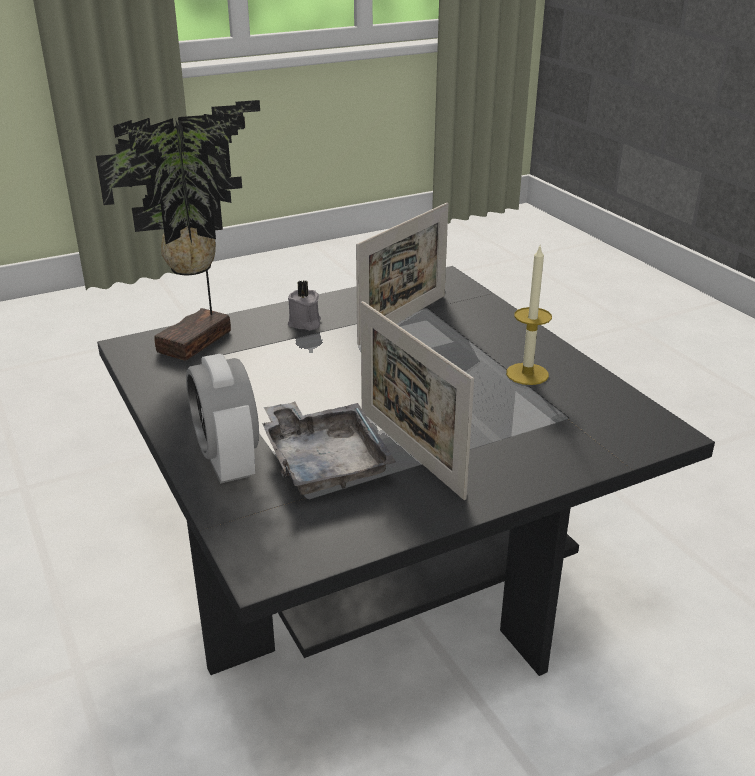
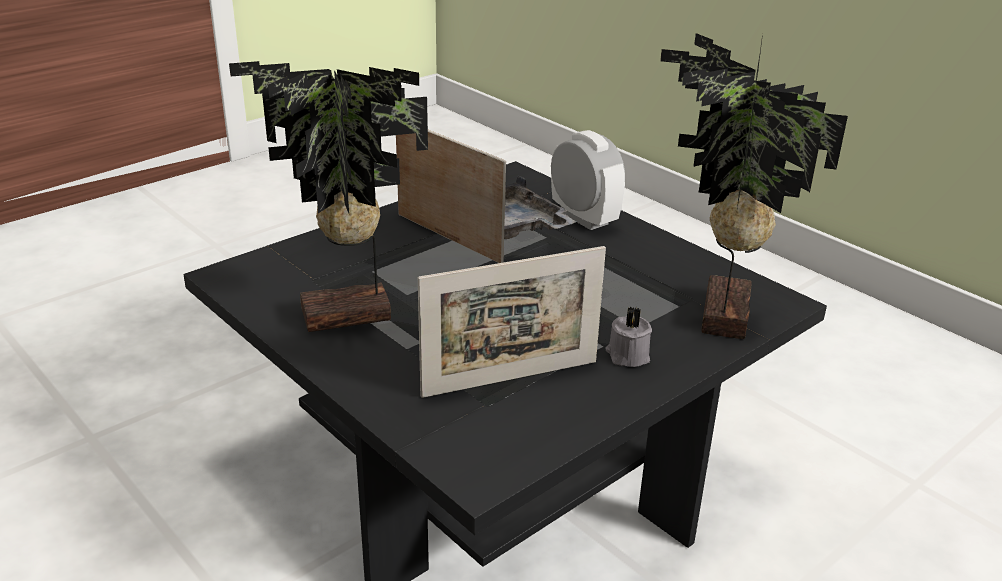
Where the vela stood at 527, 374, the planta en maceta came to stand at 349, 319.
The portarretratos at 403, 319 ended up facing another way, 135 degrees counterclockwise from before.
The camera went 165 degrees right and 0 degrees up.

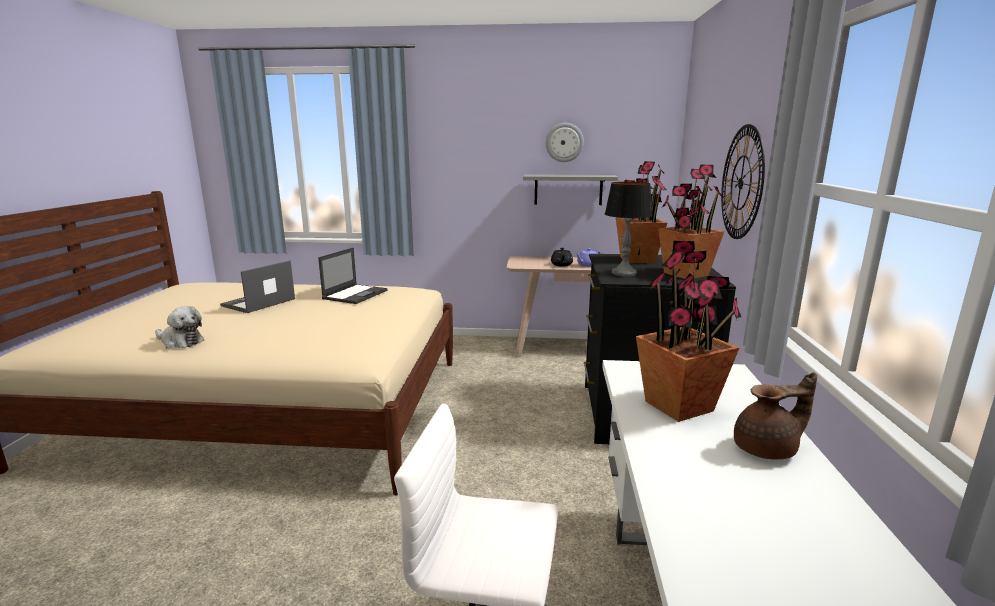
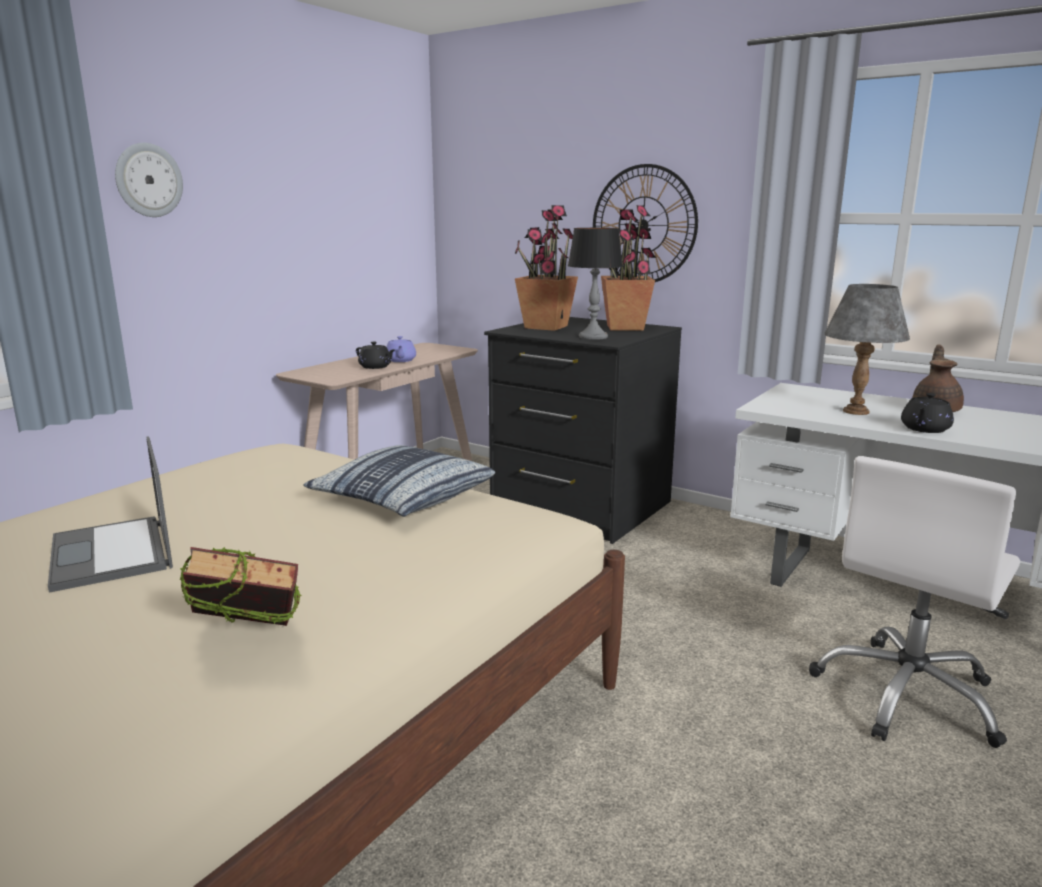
The second view lost the portátil at 355, 294.
The second view lost the estante [gris] at 568, 189.
The second view gained the cojín at 402, 498.
The second view gained the tetera [negro] at 924, 429.
The reloj de pared ended up elsewhere, having gone from 564, 142 to 148, 180.
Where the peluche stood at 180, 342, the libro came to stand at 249, 647.
Where the planta en maceta stood at 680, 406, the lámpara de mesa [gris] came to stand at 855, 411.
The camera went 60 degrees left and 0 degrees up.

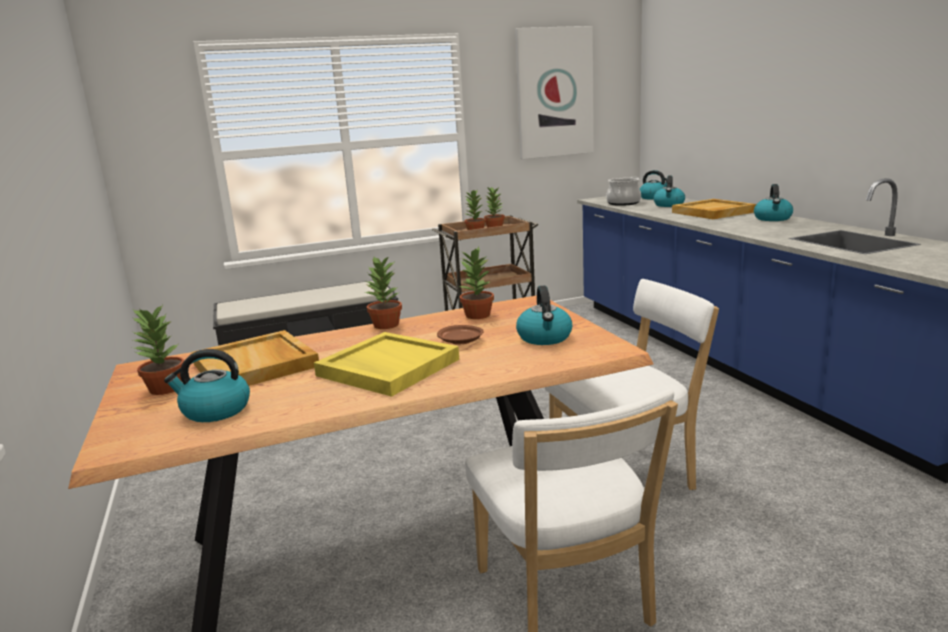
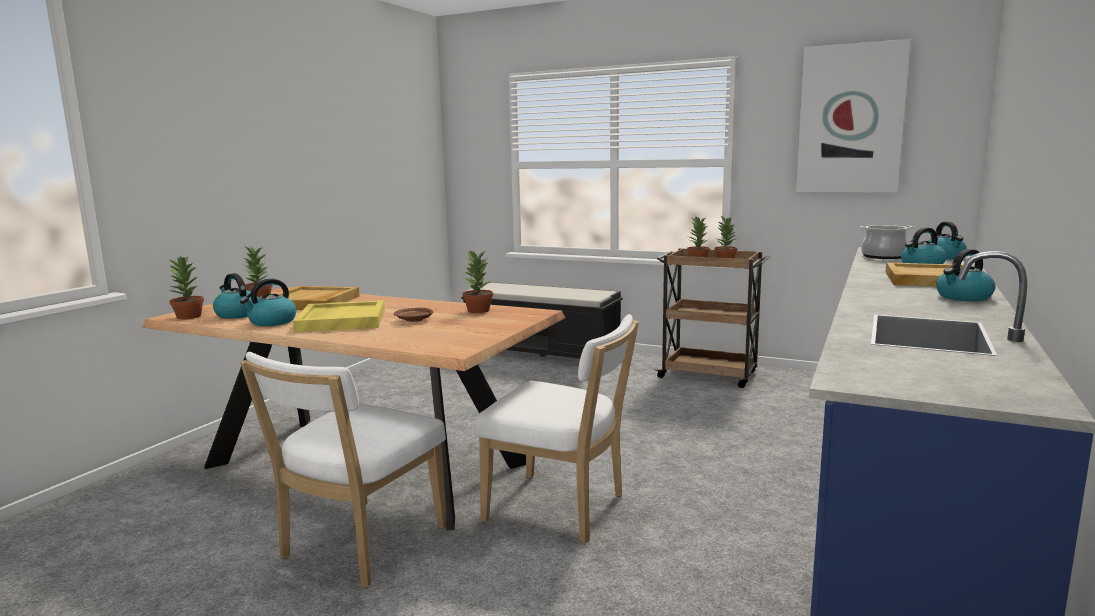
The planta en maceta ended up elsewhere, having gone from 386, 325 to 188, 317.
The hervidor ended up elsewhere, having gone from 545, 338 to 272, 322.
The camera went 45 degrees right and 5 degrees down.

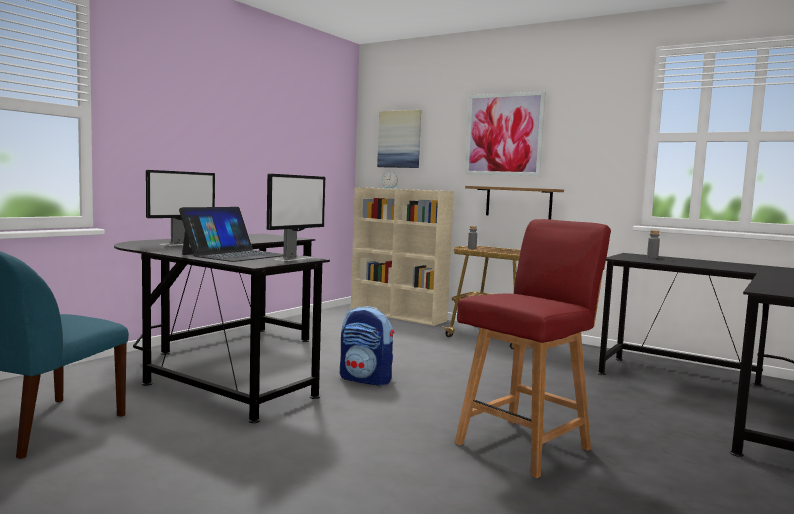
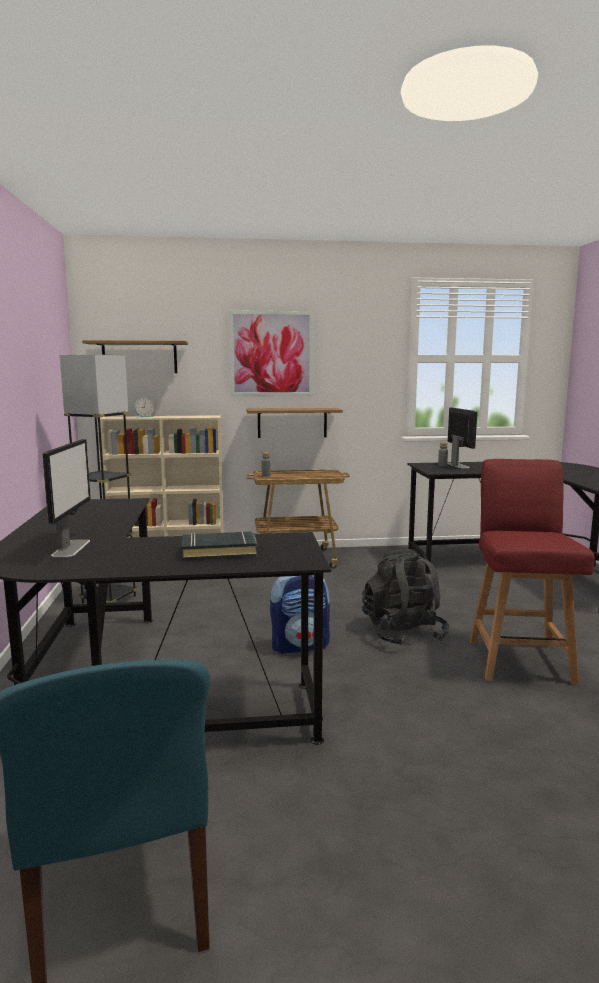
The second view gained the lámpara de pie [gris] at 109, 599.
The second view gained the mochila [negro] at 403, 633.
The monitor ended up elsewhere, having gone from 294, 258 to 458, 465.
Where the portátil stood at 235, 255, the libro [negro] came to stand at 219, 551.
Where the cuadro hung at 399, 139, the estante came to hang at 139, 357.
The camera went 40 degrees left and 5 degrees up.

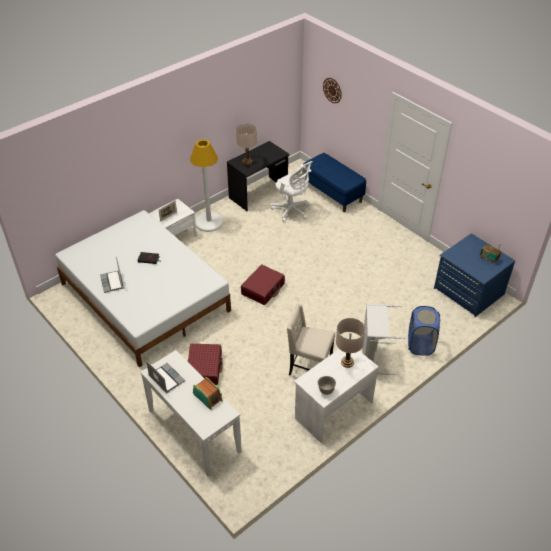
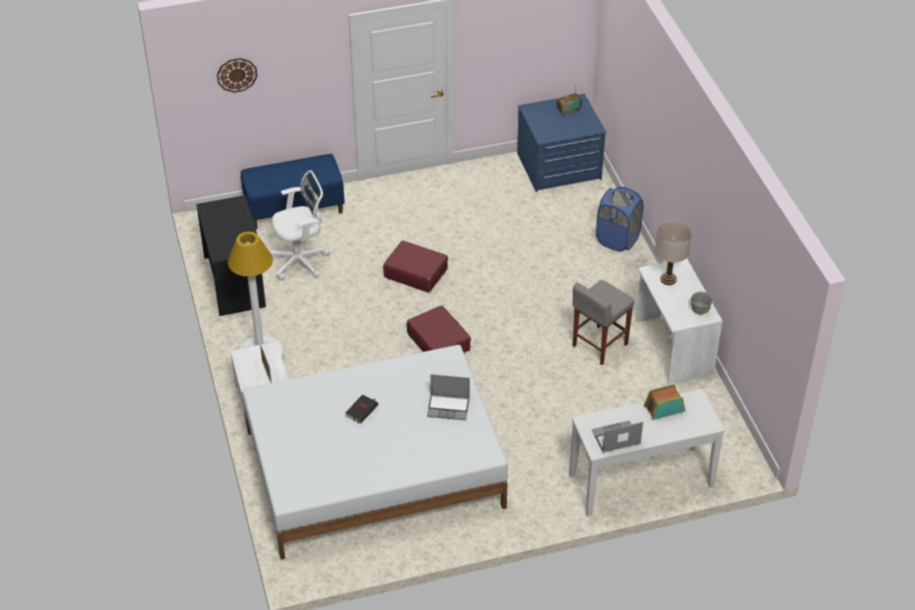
The second view lost the lámpara de mesa [beis] at 247, 162.
The second view lost the cesto de la ropa [gris] at 373, 357.
The portátil ended up elsewhere, having gone from 112, 282 to 449, 407.
The maleta [rojo] ended up elsewhere, having gone from 204, 368 to 415, 273.
Where the silla [beis] stood at 309, 368, the taburete [gris] came to stand at 599, 345.
The camera went 65 degrees left and 0 degrees up.

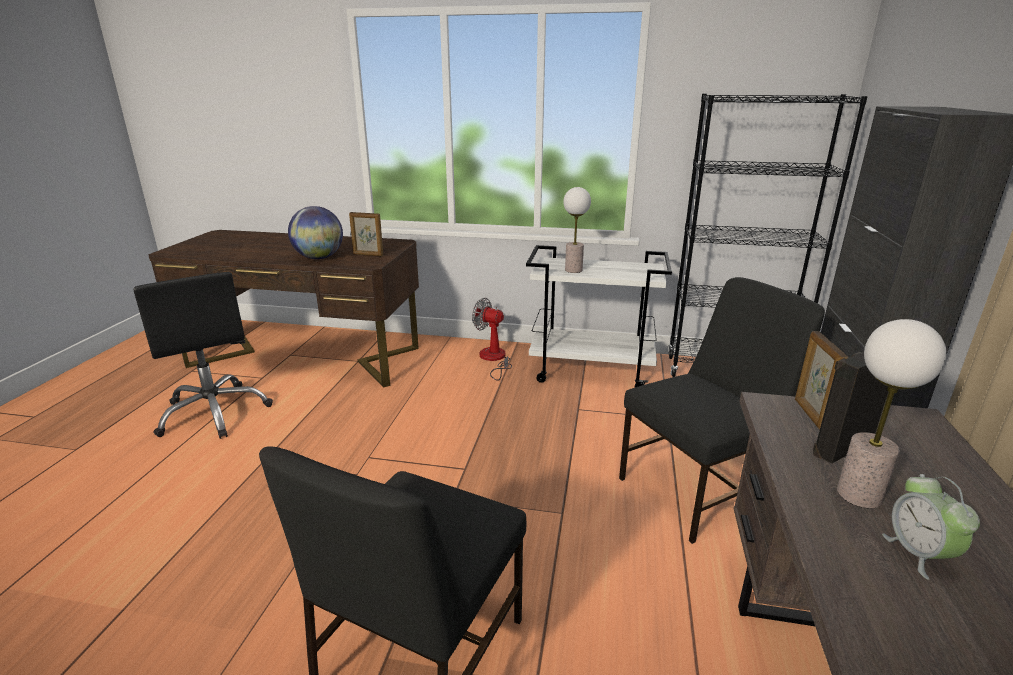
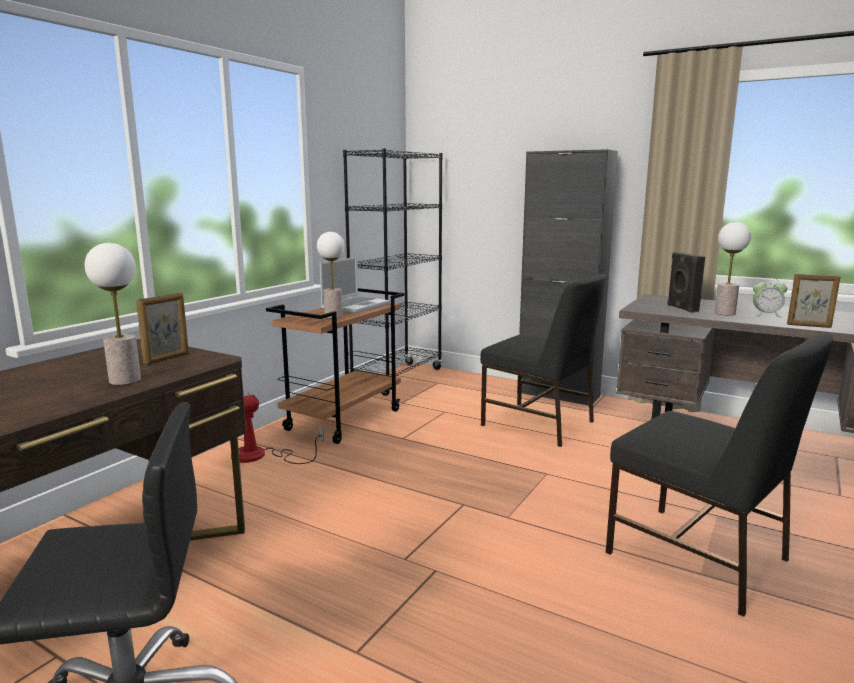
The second view gained the portátil at 355, 306.
The portarretratos ended up elsewhere, having gone from 810, 414 to 809, 326.
Where the globo terráqueo stood at 319, 258, the lámpara de mesa came to stand at 125, 380.
What was the carrito [blanco] at 592, 372 turned into the carrito [marrón] at 344, 419.
The silla [negro] at 700, 490 ended up facing another way, 135 degrees clockwise from before.
The camera went 70 degrees left and 10 degrees down.

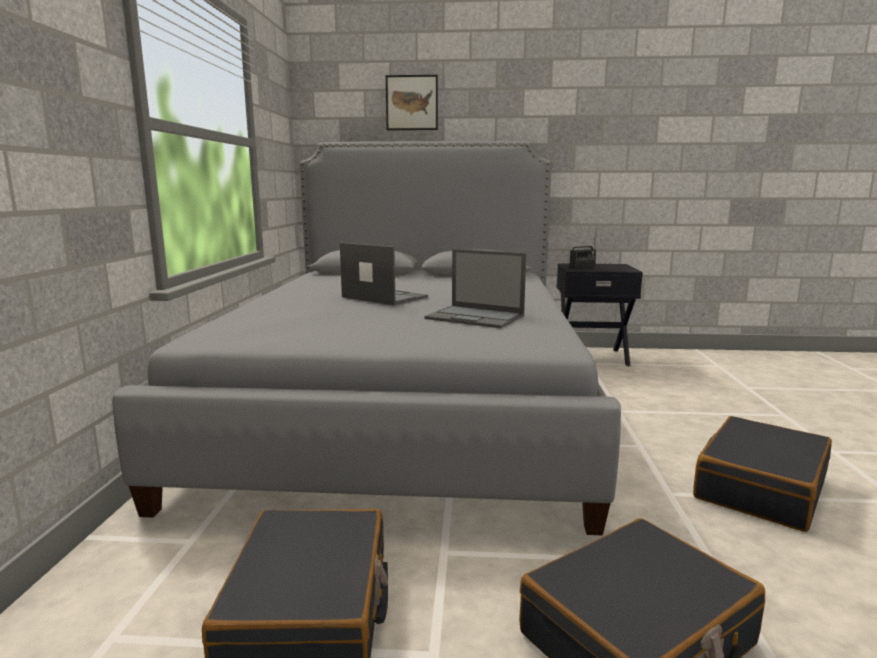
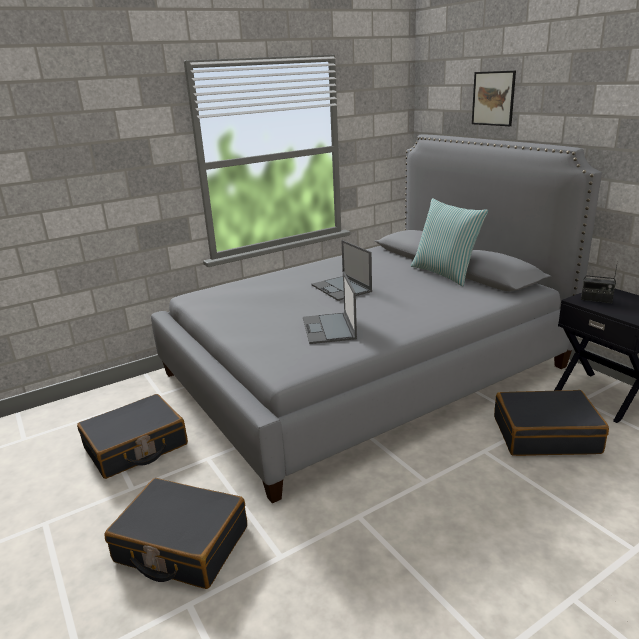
The second view gained the cojín at 445, 273.
The maleta [negro] ended up elsewhere, having gone from 759, 488 to 545, 434.
The portátil at 383, 297 ended up facing another way, 150 degrees clockwise from before.
The camera went 55 degrees right and 10 degrees up.

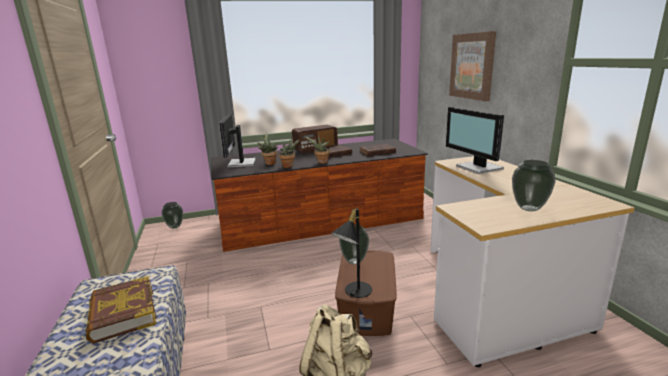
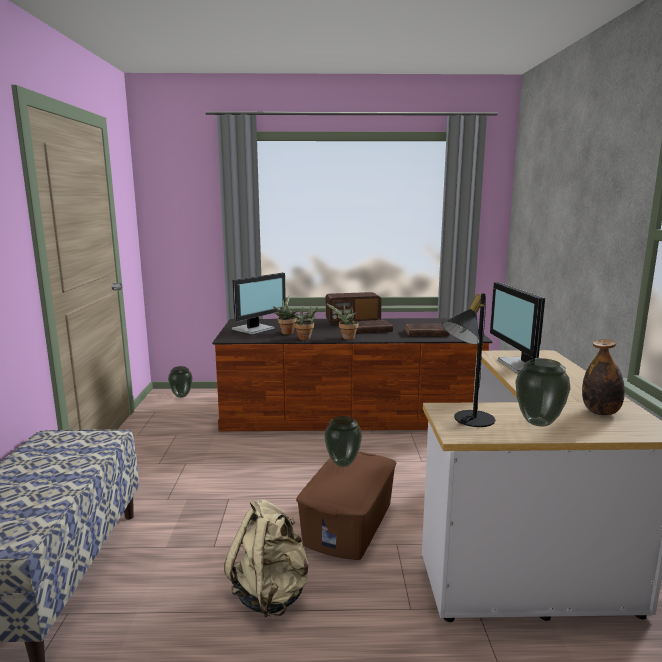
The second view lost the libro at 122, 314.
The second view lost the cuadro at 472, 66.
The second view gained the botella at 600, 412.
The lámpara de mesa [negro] ended up elsewhere, having gone from 353, 291 to 467, 419.
The monitor at 240, 163 ended up facing another way, 150 degrees counterclockwise from before.
The camera went 15 degrees right and 5 degrees down.

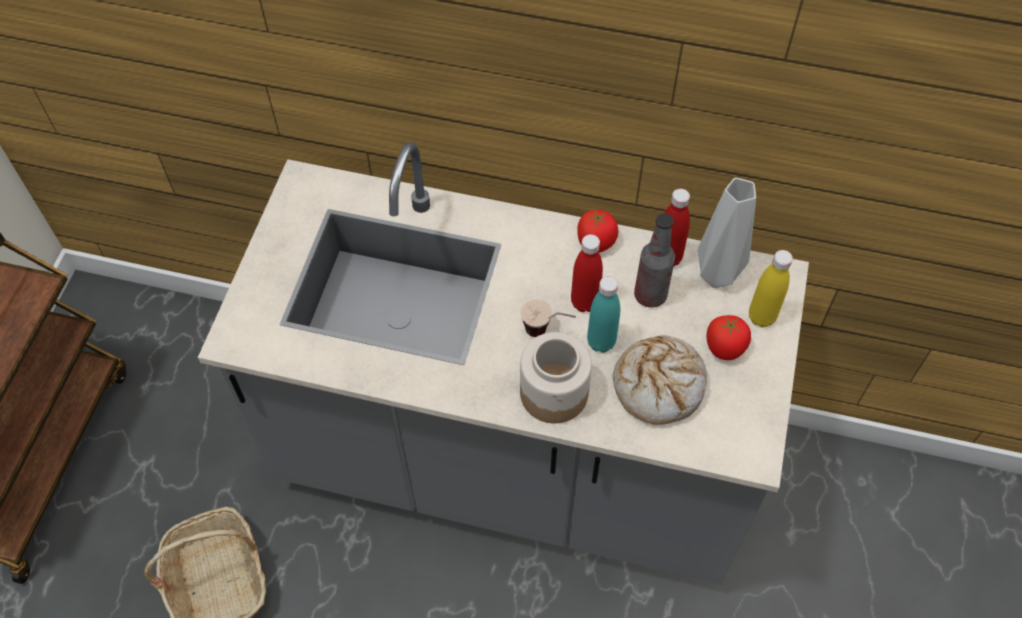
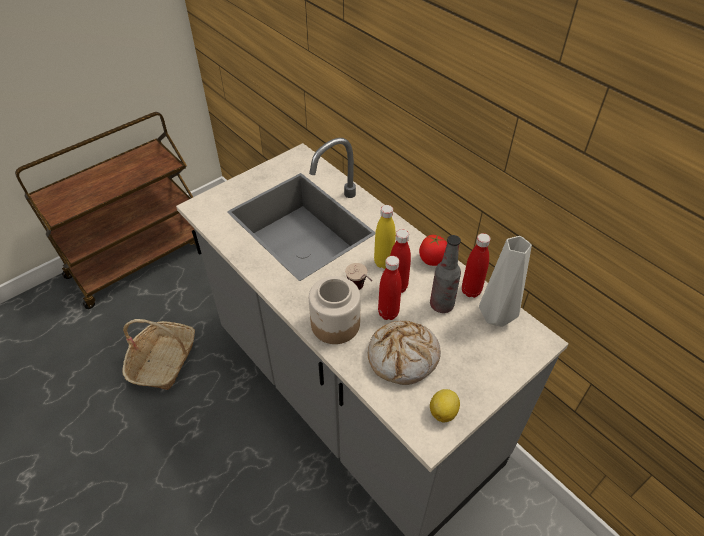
The second view lost the tomate at 725, 347.
The second view gained the limón at 443, 411.
The botella [amarillo] ended up elsewhere, having gone from 761, 317 to 383, 262.
What was the botella [turquesa] at 601, 342 turned into the botella [rojo] at 388, 313.
The camera went 35 degrees right and 10 degrees down.

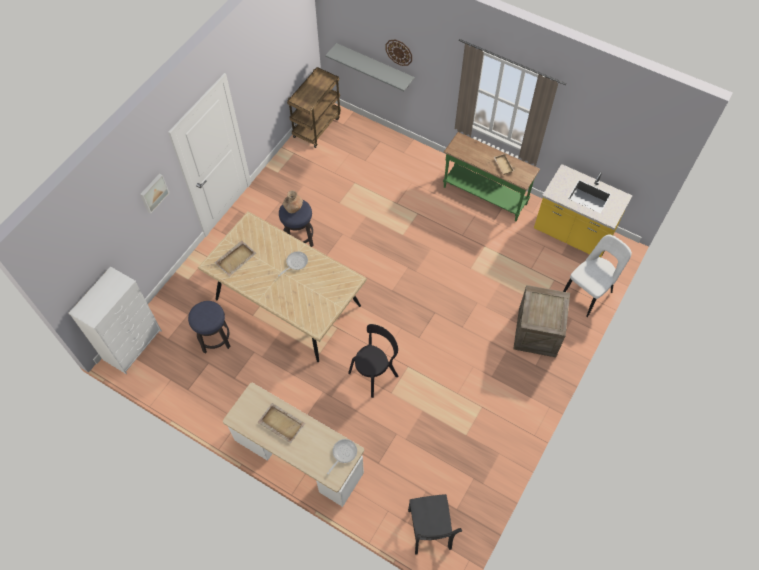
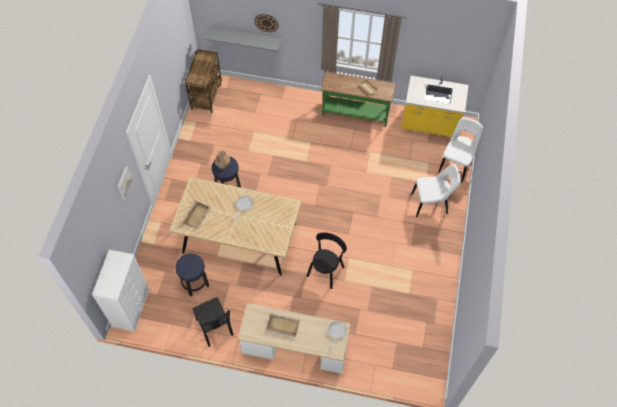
The silla [negro] ended up elsewhere, having gone from 429, 531 to 215, 328.
Where the caja de embalaje stood at 537, 332, the silla [blanco] came to stand at 431, 204.
The camera went 20 degrees left and 0 degrees up.

